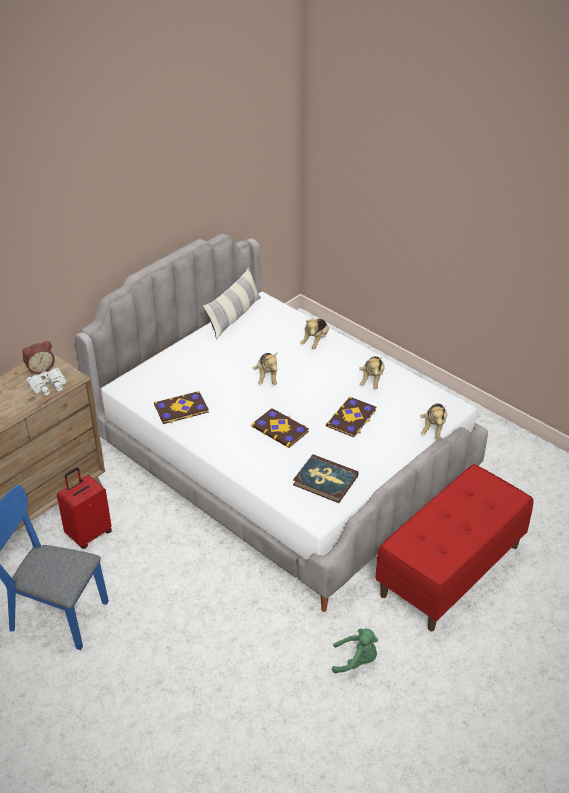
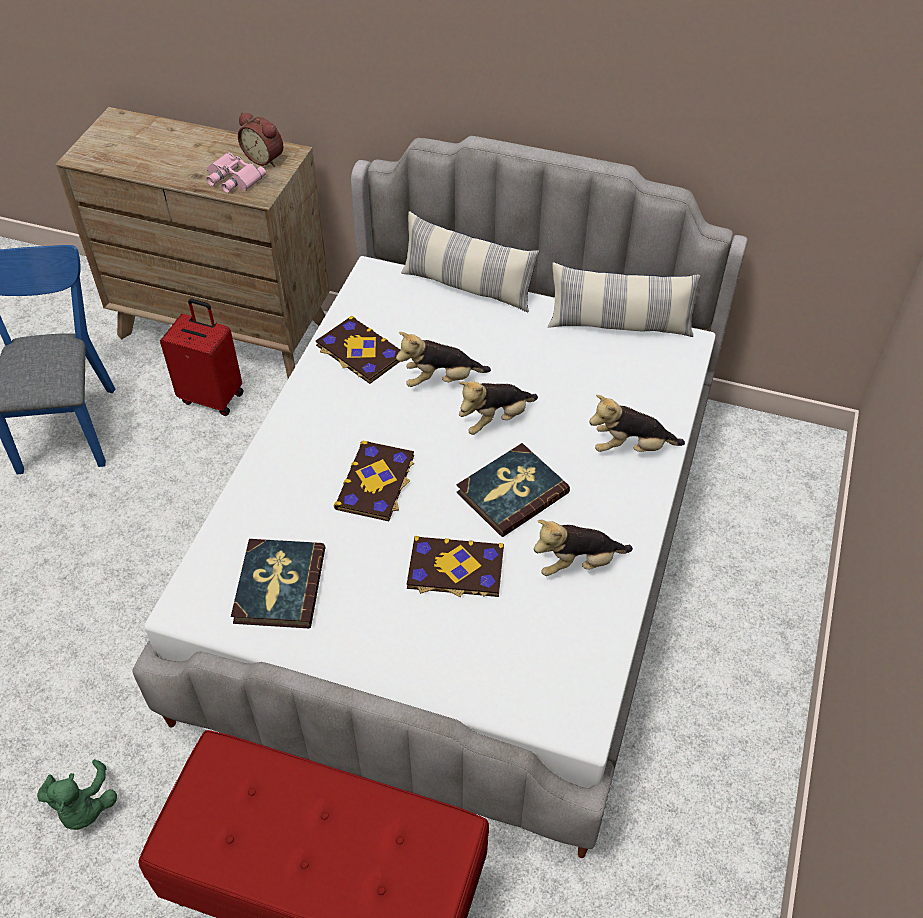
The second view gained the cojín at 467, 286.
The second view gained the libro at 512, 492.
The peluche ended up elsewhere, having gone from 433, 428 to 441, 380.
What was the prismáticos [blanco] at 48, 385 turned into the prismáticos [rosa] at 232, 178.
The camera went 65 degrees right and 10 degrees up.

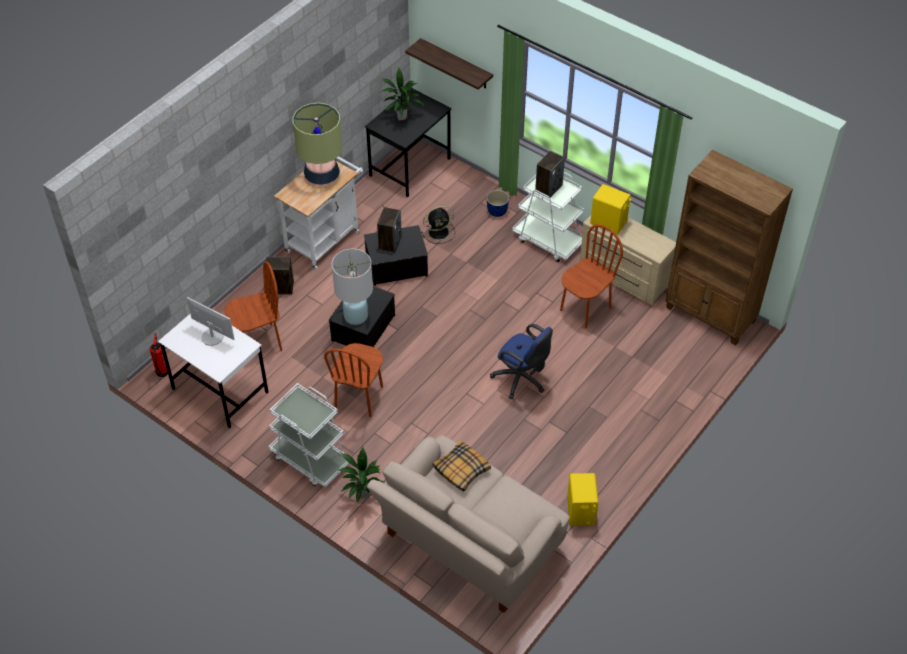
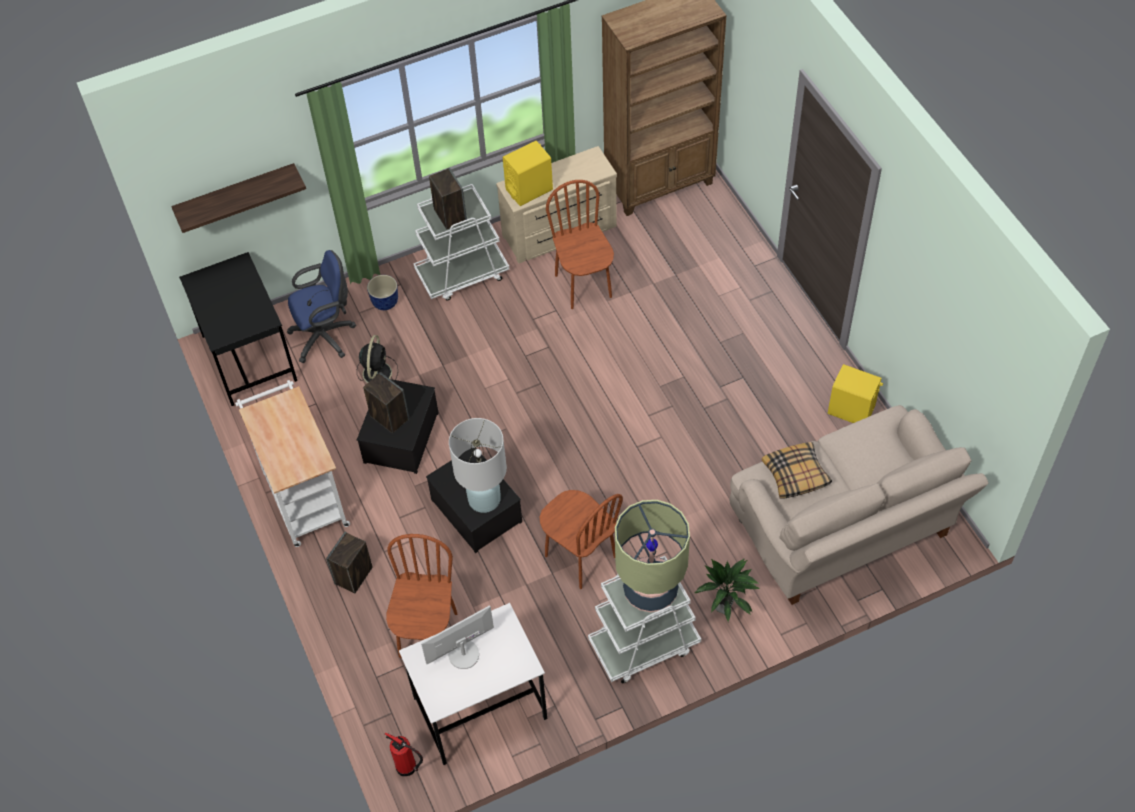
The second view lost the planta en maceta at 401, 117.
The lámpara de mesa ended up elsewhere, having gone from 322, 176 to 650, 590.
The silla de oficina [azul] ended up elsewhere, having gone from 522, 379 to 326, 336.
The camera went 60 degrees left and 5 degrees up.

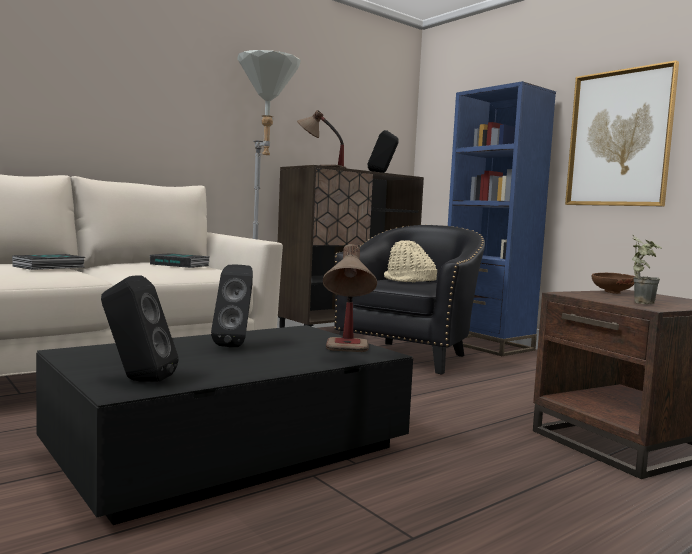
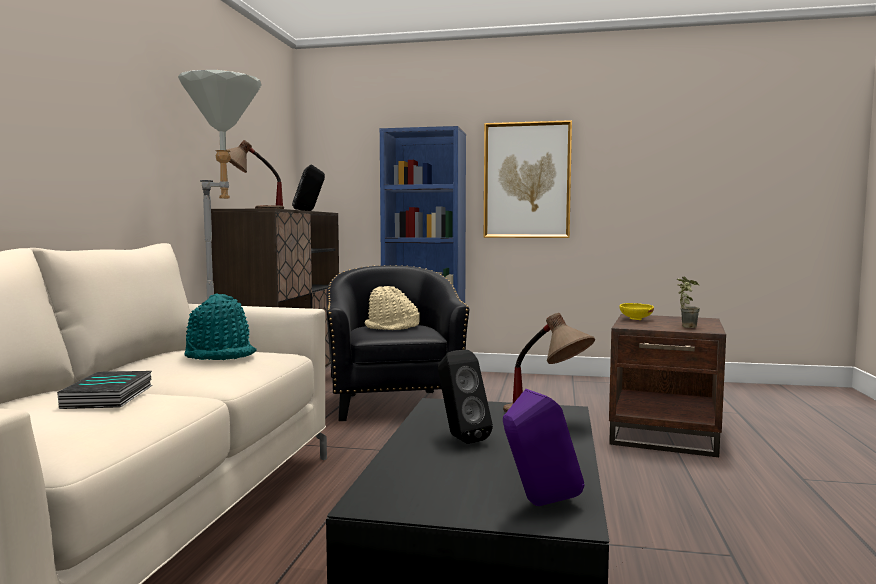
Where the libro stood at 181, 265, the sombrero [turquesa] came to stand at 220, 355.
What was the altavoz [negro] at 136, 380 turned into the altavoz [morado] at 538, 505.
What was the cuenco [marrón] at 611, 293 turned into the cuenco [amarillo] at 636, 320.
The camera went 40 degrees left and 0 degrees up.

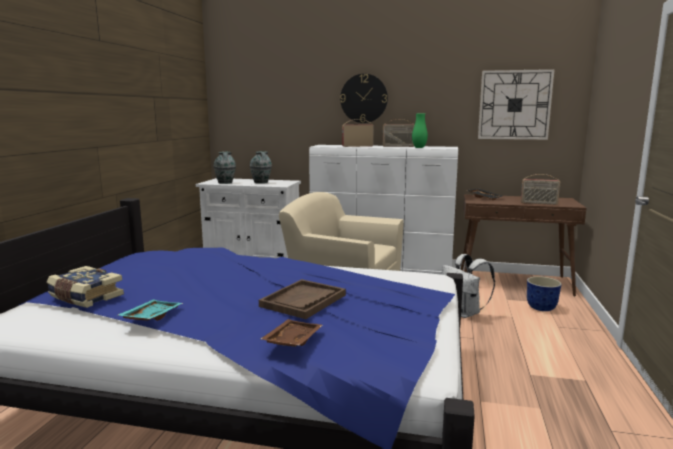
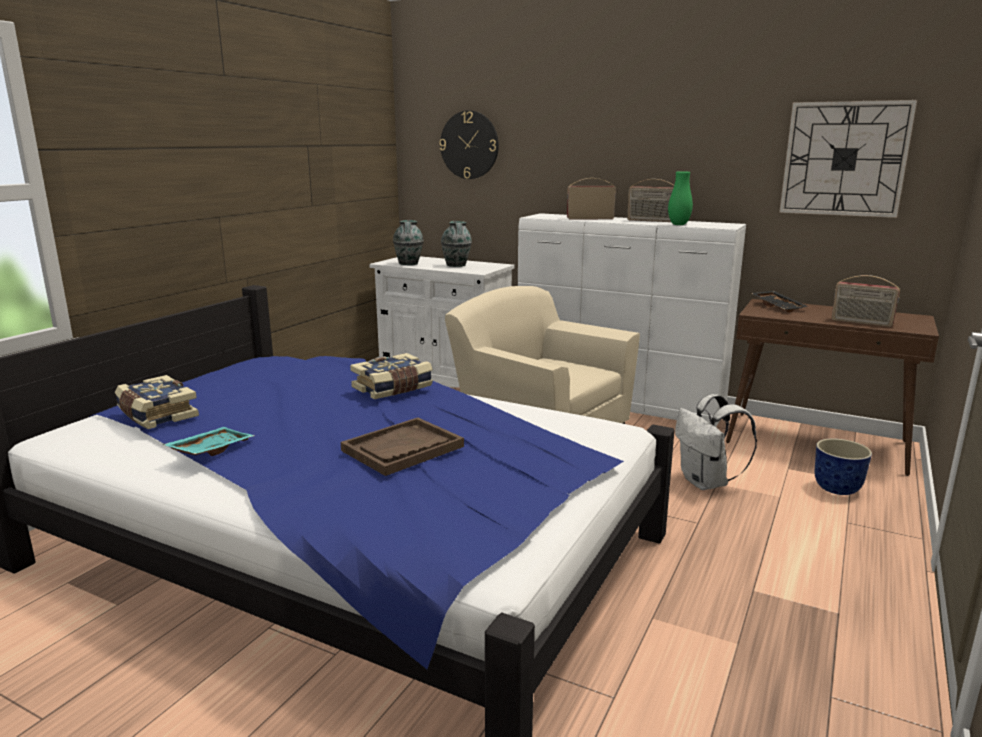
The second view lost the bandeja [marrón] at 291, 341.
The second view gained the libro at 393, 388.
The reloj de pared ended up elsewhere, having gone from 364, 98 to 469, 145.
The camera went 15 degrees right and 5 degrees up.

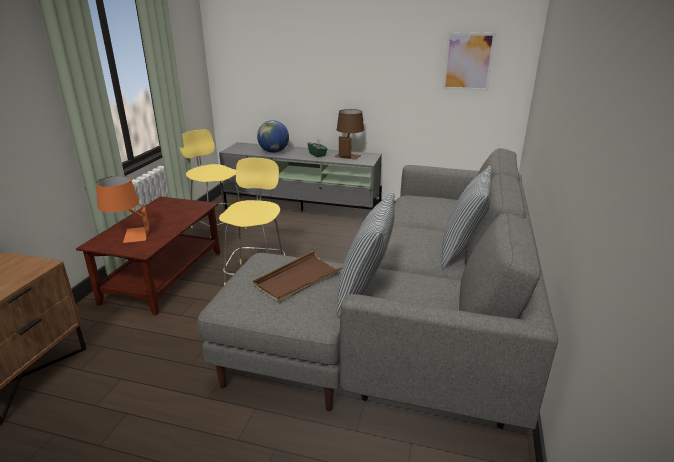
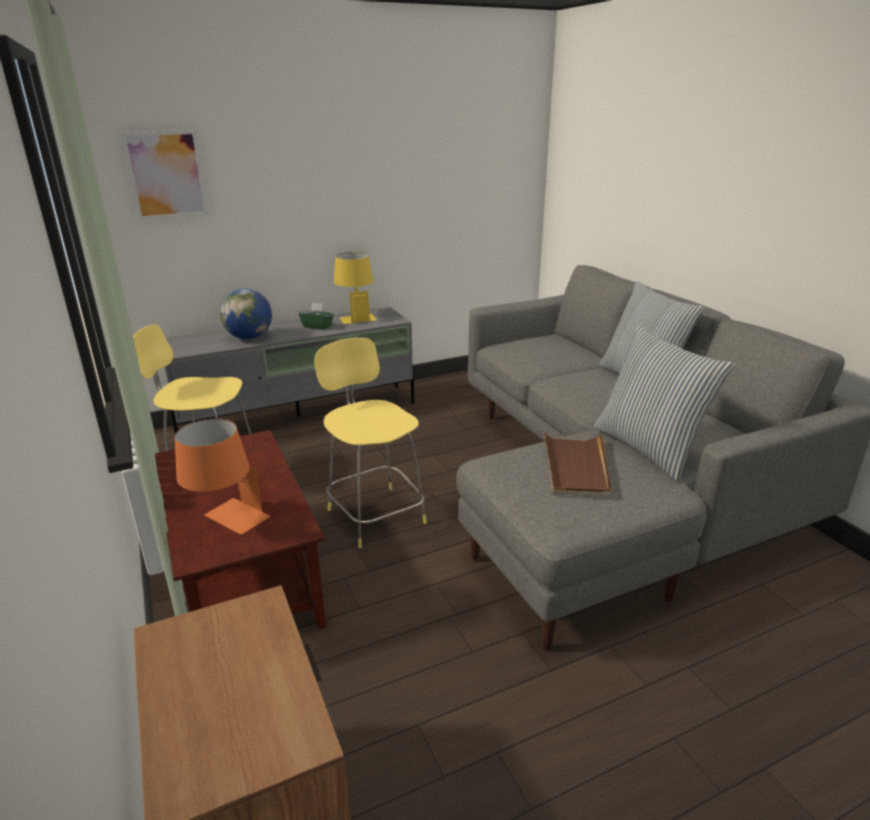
The cuadro ended up elsewhere, having gone from 468, 61 to 166, 175.
What was the lámpara de mesa [marrón] at 349, 154 turned into the lámpara de mesa [amarillo] at 356, 316.
The camera went 40 degrees left and 0 degrees up.

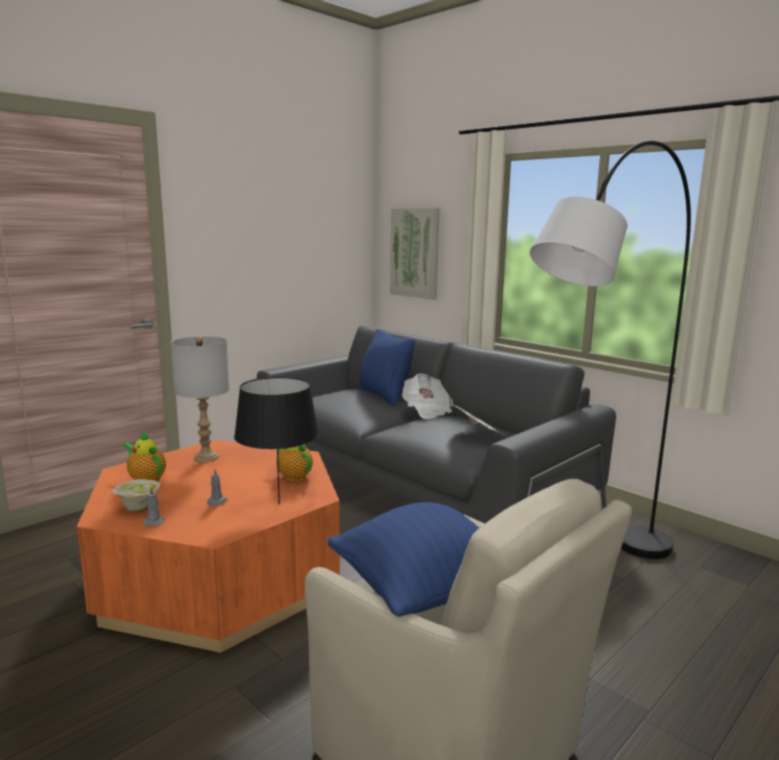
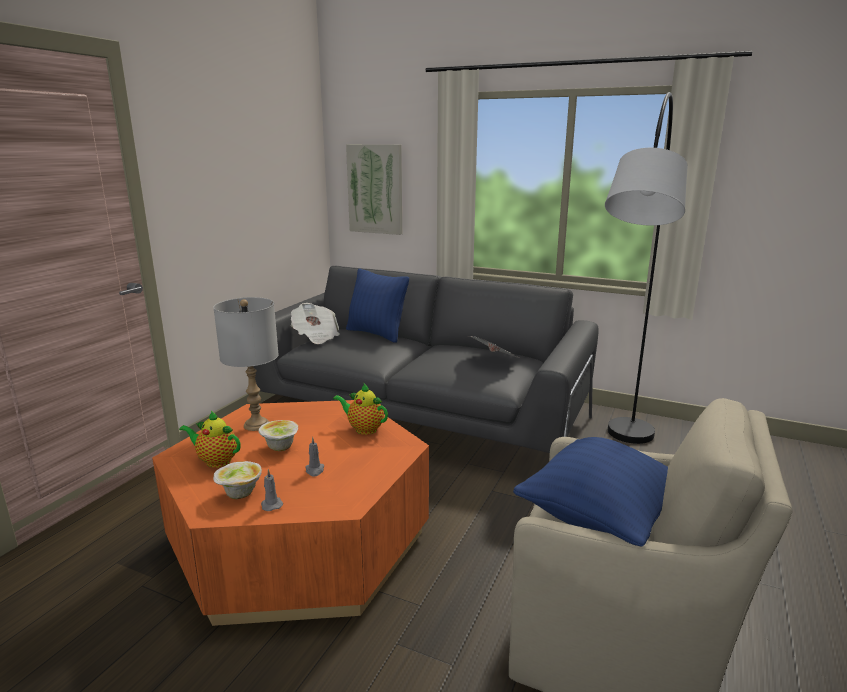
The second view lost the lámpara de mesa [negro] at 279, 503.
The second view gained the cuenco at 280, 448.
The periódico ended up elsewhere, having gone from 427, 410 to 316, 336.
The camera went 20 degrees left and 5 degrees up.

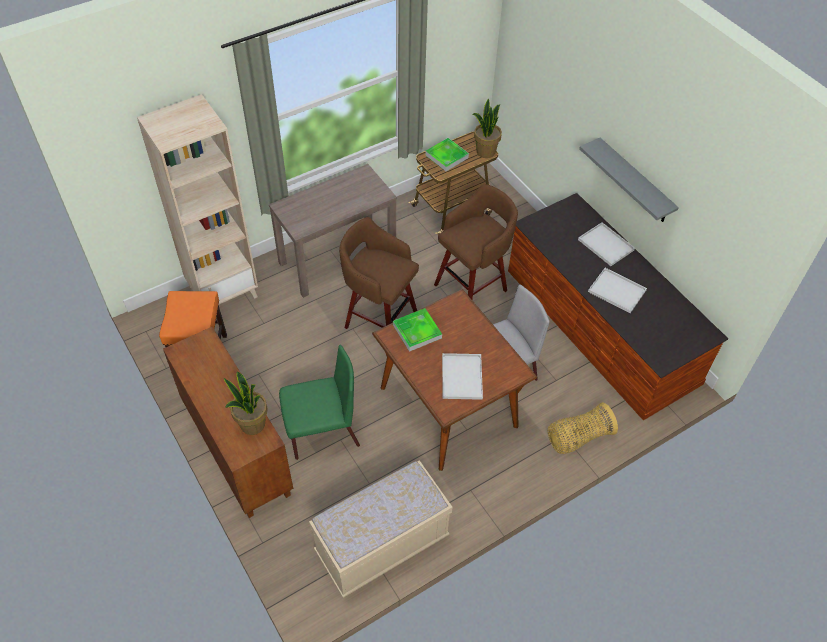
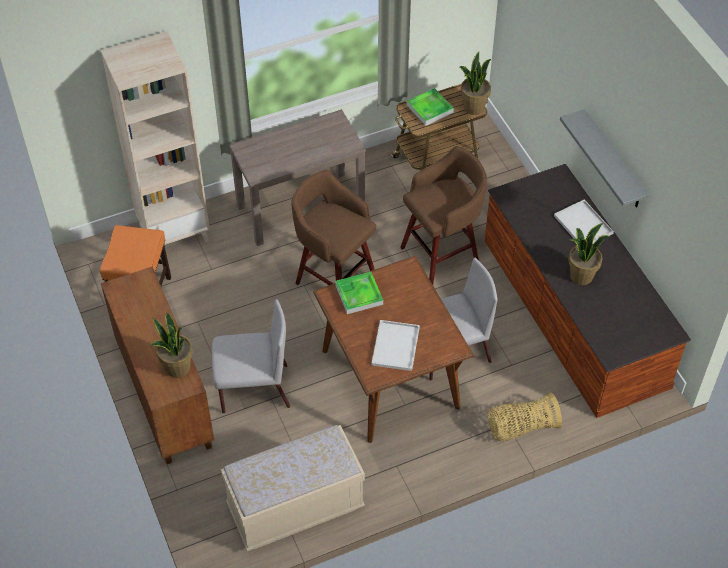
Where the bandeja [blanco] stood at 615, 291, the planta en maceta came to stand at 581, 275.
What was the silla [verde] at 321, 432 turned into the silla [gris] at 253, 389.
The camera went 10 degrees right and 0 degrees up.

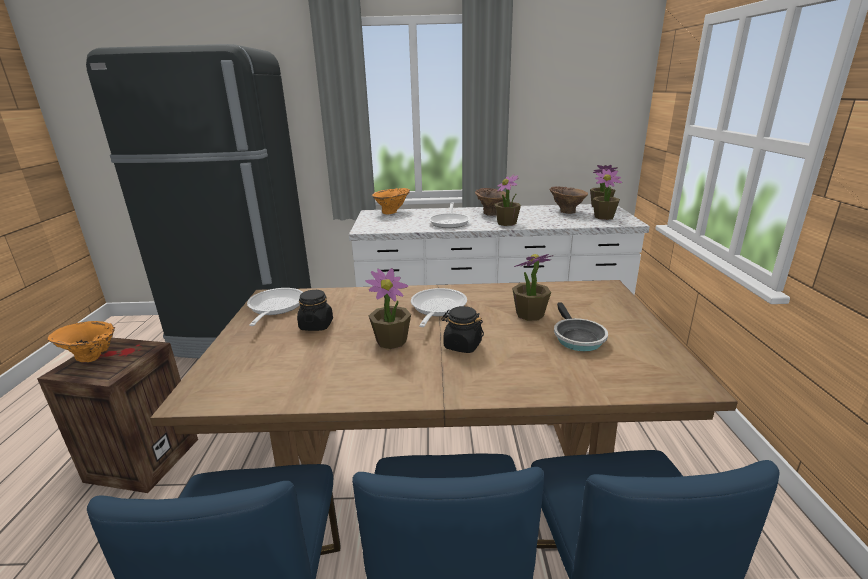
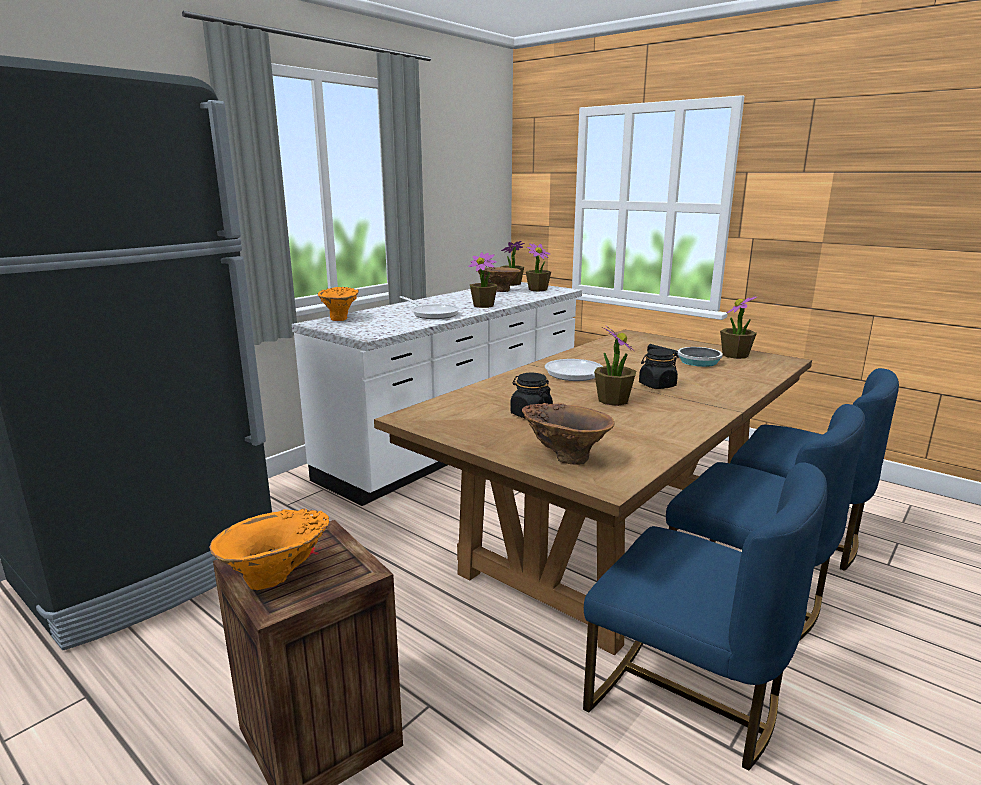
The second view lost the sartén at 274, 308.
The florero [marrón] ended up elsewhere, having gone from 490, 213 to 565, 456.
The planta en maceta ended up elsewhere, having gone from 529, 314 to 735, 355.
The camera went 50 degrees left and 5 degrees down.

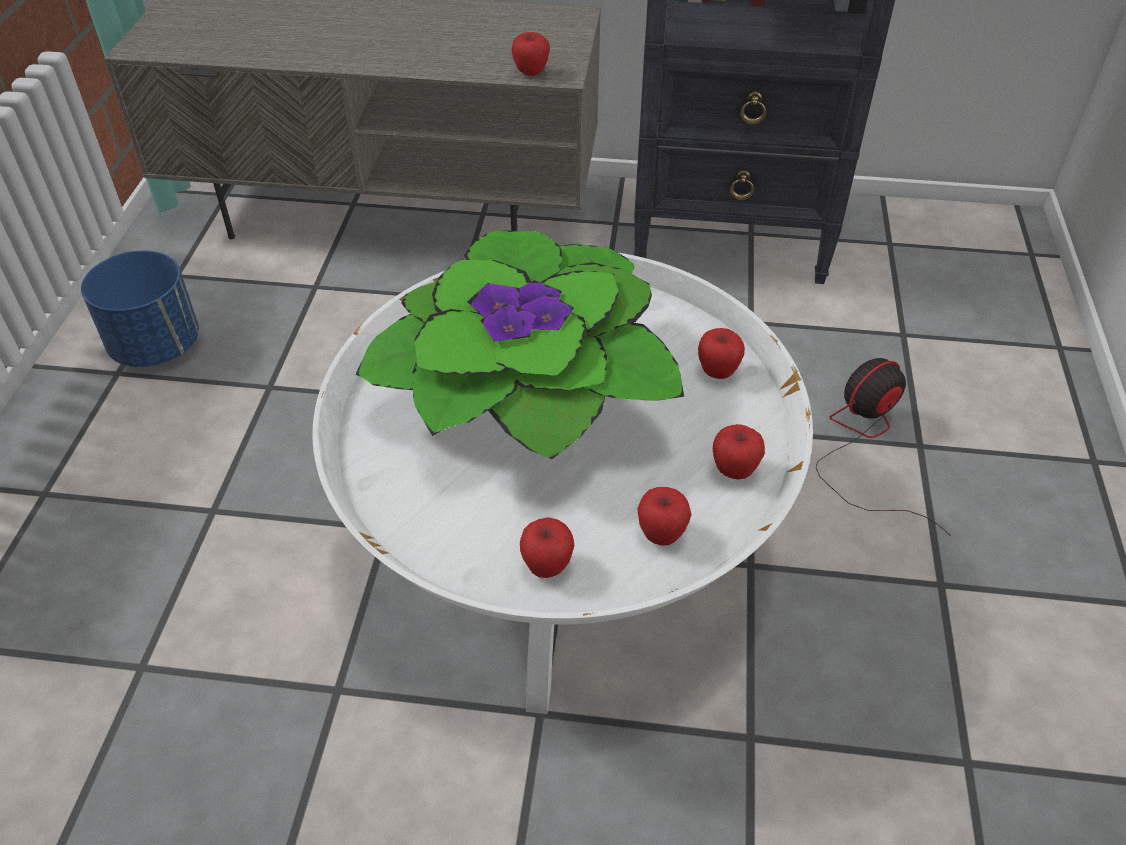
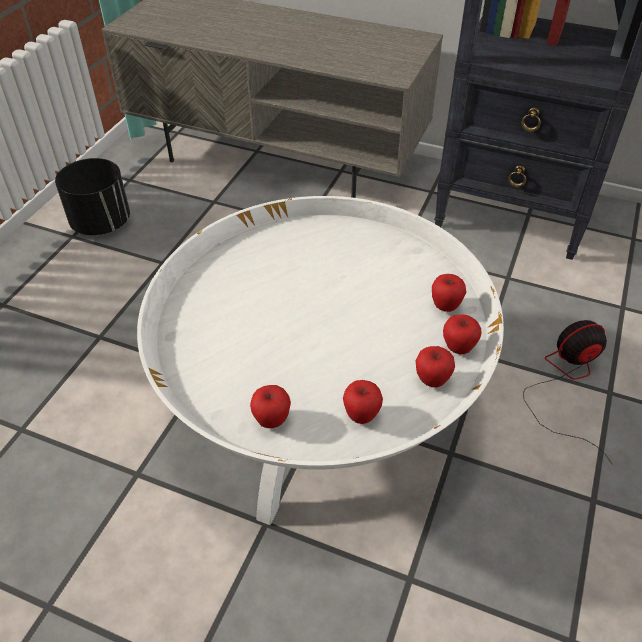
The second view lost the planta en maceta at 528, 394.
The manzana ended up elsewhere, having gone from 531, 73 to 458, 348.
What was the maceta [azul] at 156, 346 turned into the maceta [negro] at 101, 223.
The camera went 15 degrees right and 0 degrees up.

